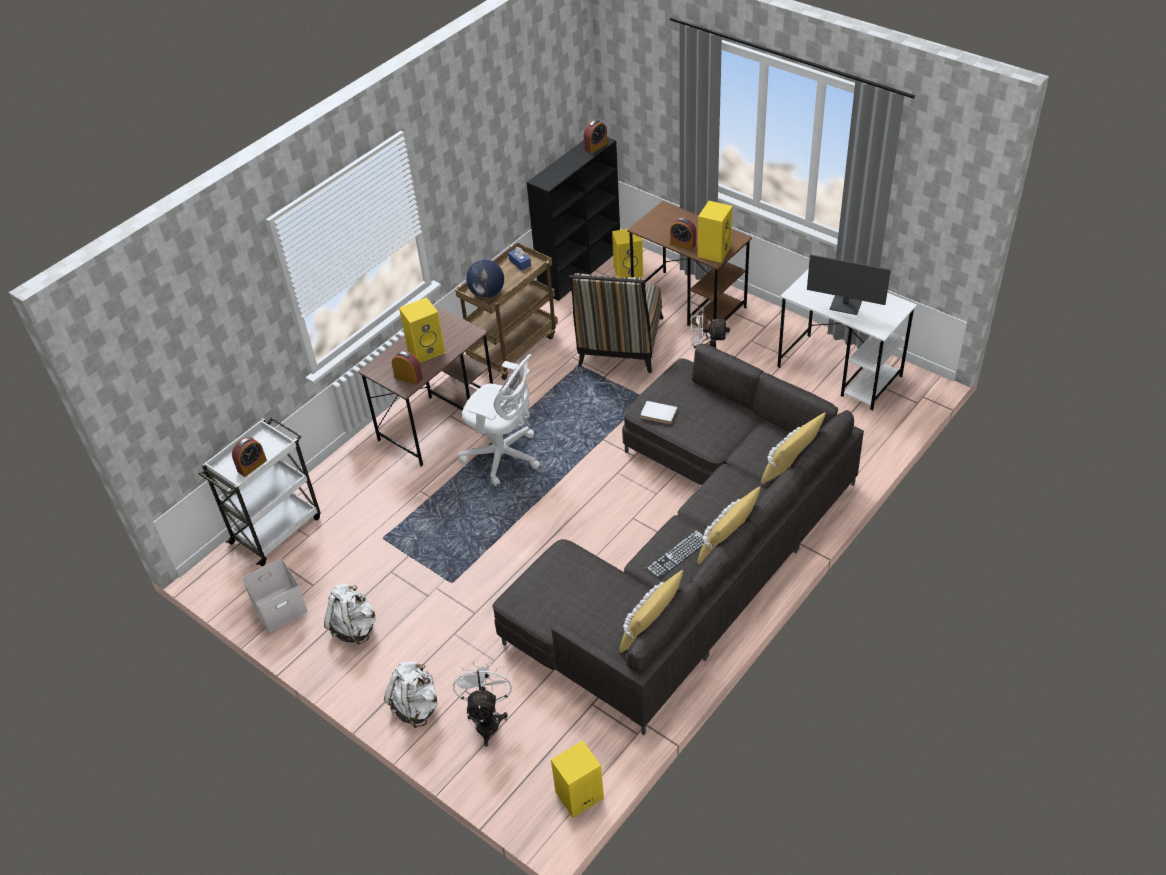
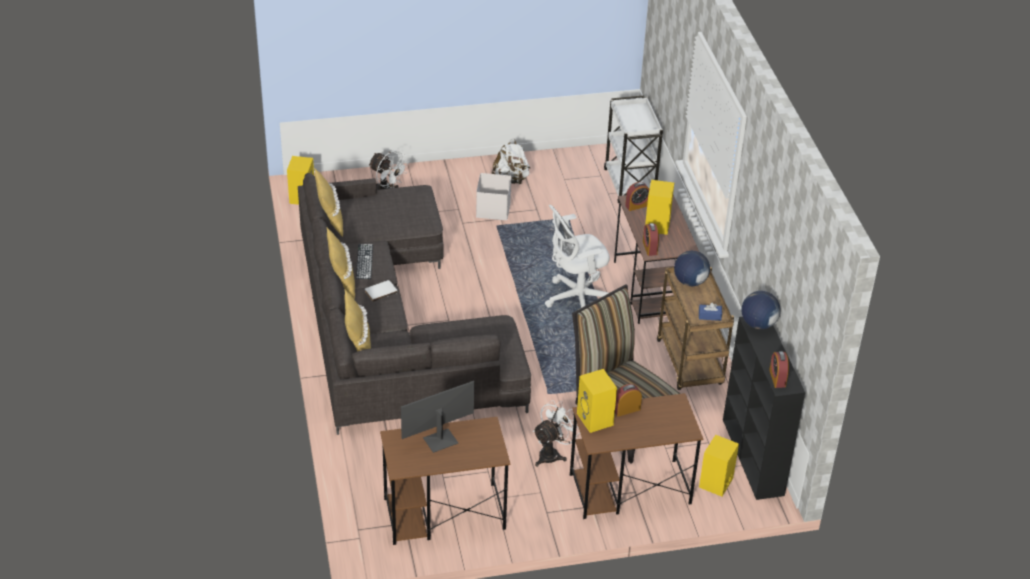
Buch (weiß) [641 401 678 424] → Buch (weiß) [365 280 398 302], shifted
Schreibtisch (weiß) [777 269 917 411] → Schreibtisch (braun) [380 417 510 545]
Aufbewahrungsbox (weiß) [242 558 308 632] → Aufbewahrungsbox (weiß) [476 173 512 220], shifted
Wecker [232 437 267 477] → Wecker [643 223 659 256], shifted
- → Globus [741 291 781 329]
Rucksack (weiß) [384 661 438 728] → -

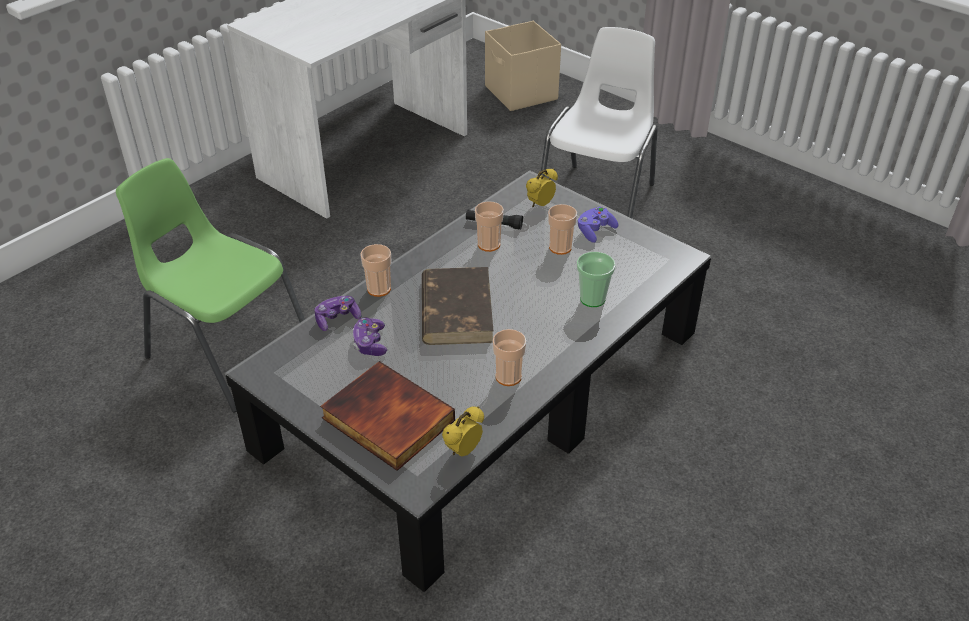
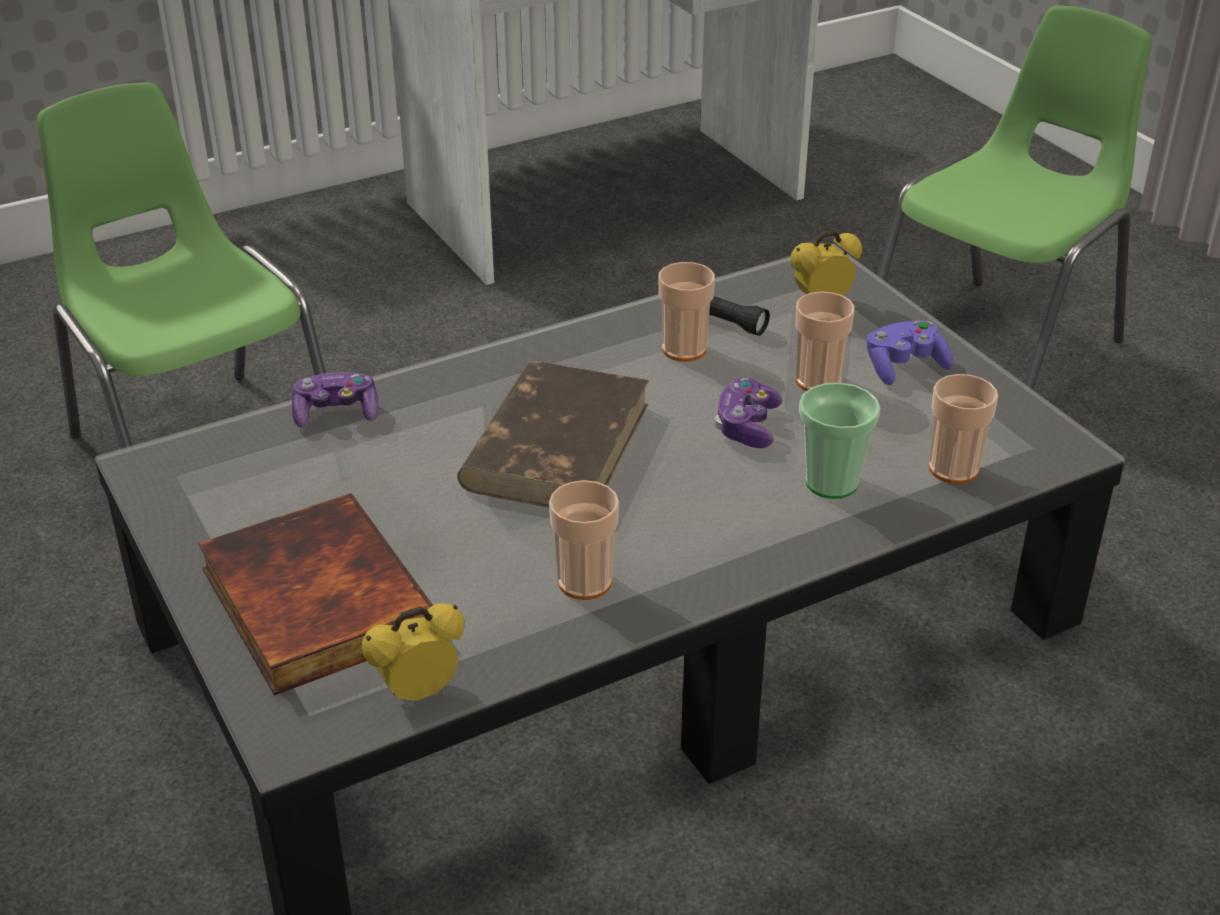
Gamepad [353 318 387 356] → Gamepad [715 378 783 448], shifted
Stuhl (weiß) [541 27 658 218] → Stuhl (grün) [877 5 1152 390]
Tasse [360 244 391 297] → Tasse [929 374 998 484], shifted
Aufbewahrungsbox (beige) [485 21 561 111] → -

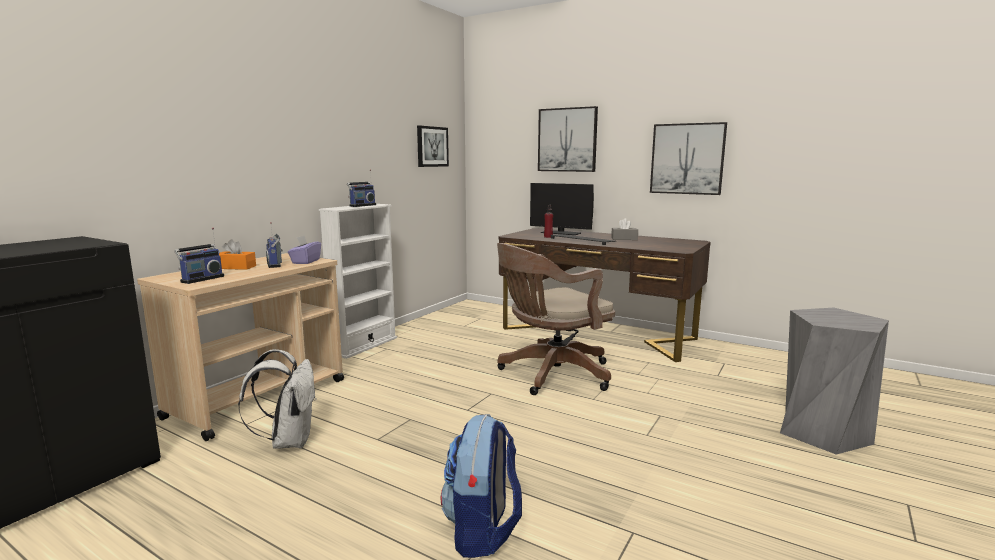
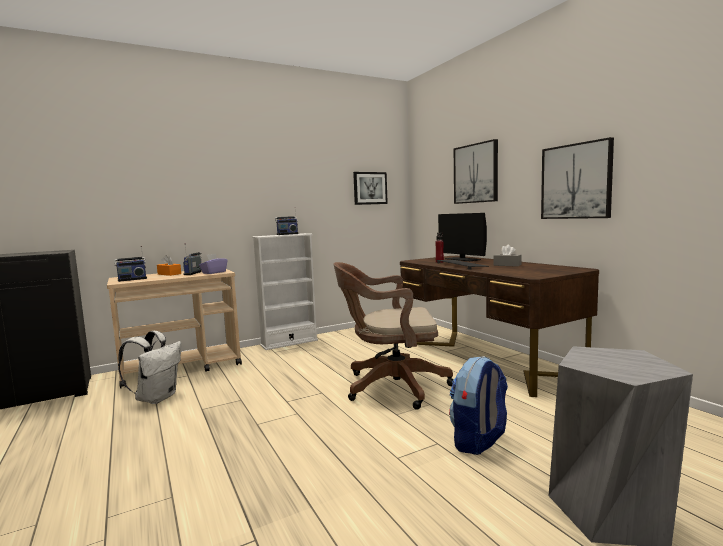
Rucksack [440 414 522 558] → Rucksack [449 356 508 455], shifted

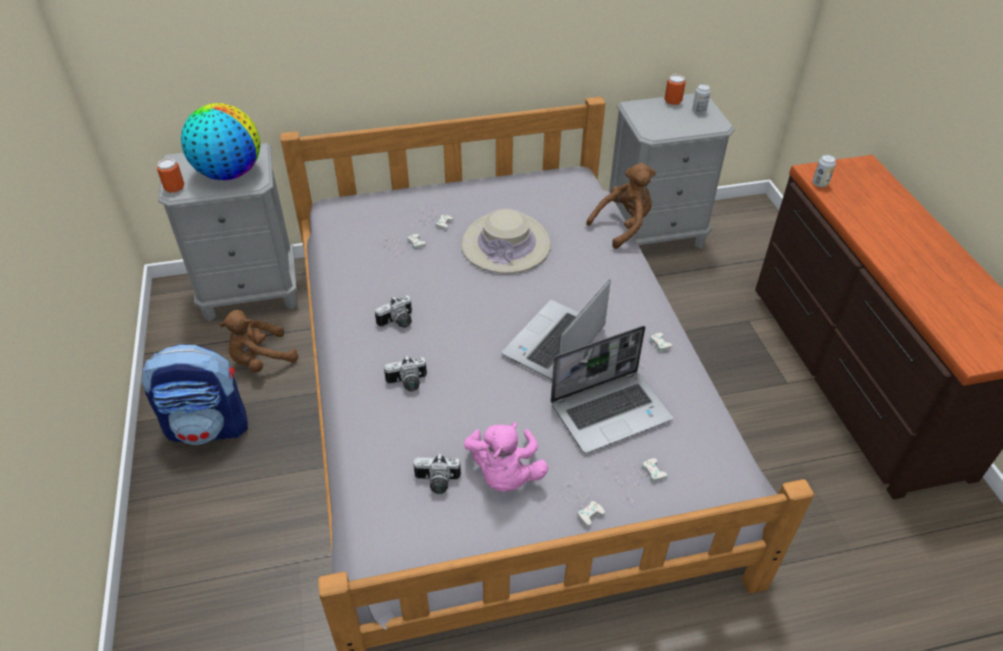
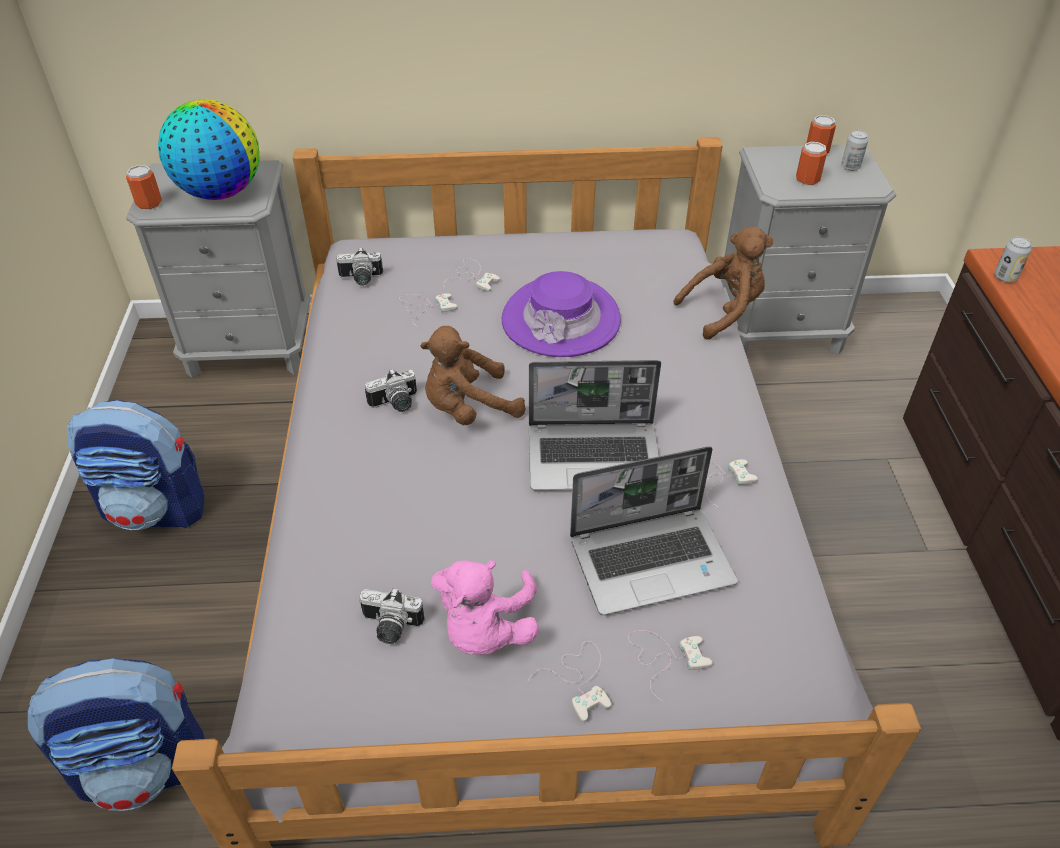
- → Rucksack [28 658 205 811]
Kamera [384 356 427 391] → Kamera [336 247 383 286], shifted
Plüschtier (braun) [220 310 298 373] → Plüschtier (braun) [420 326 526 425], shifted
Hut (beige) [461 209 551 274] → Hut (lila) [502 271 621 357]
Laptop [502 279 611 380] → Laptop [529 360 661 490], 135 degrees counterclockwise
- → Dose [796 142 827 186]

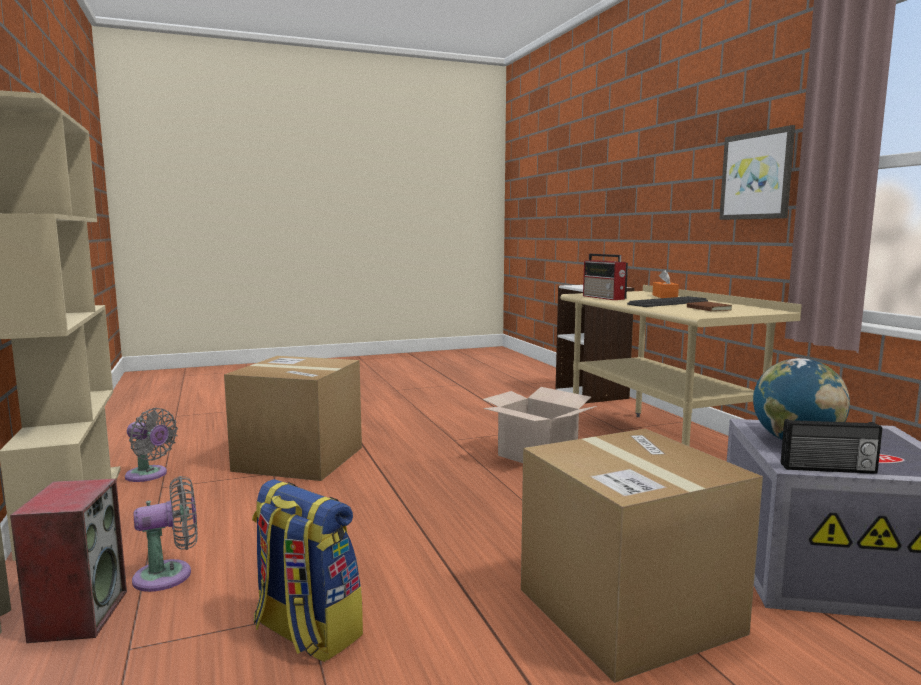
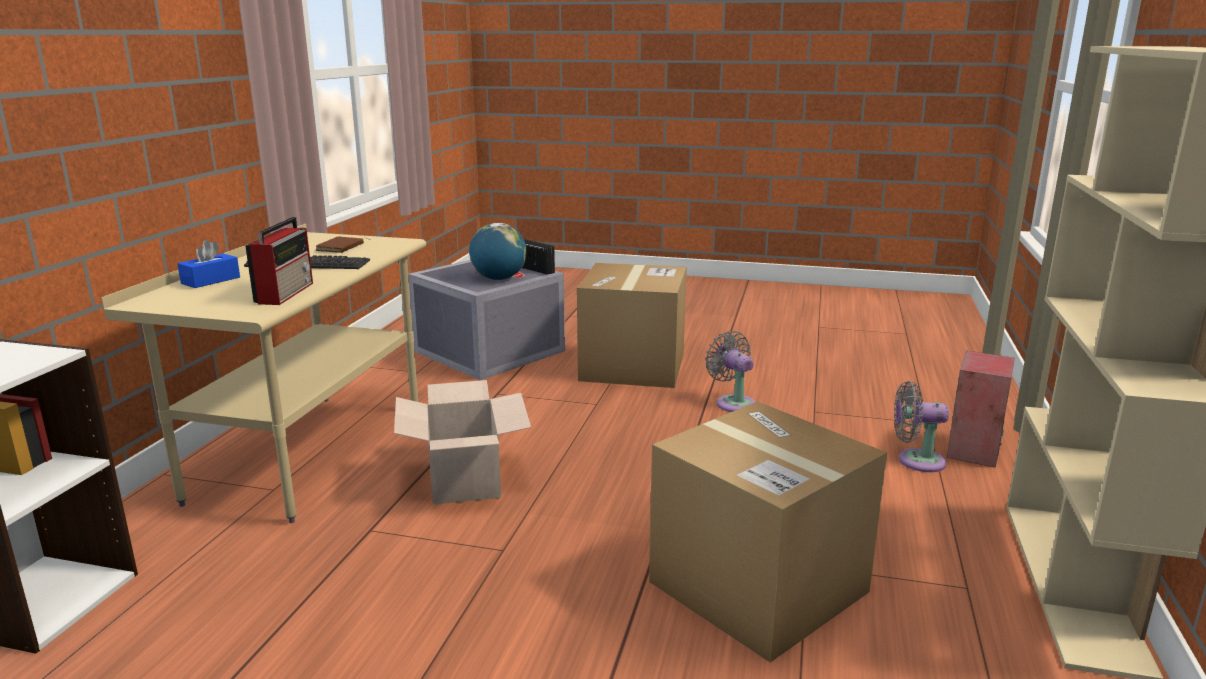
Taschentuchbox (orange) [653 270 679 298] → Taschentuchbox (blau) [177 240 240 288]
Ventilator (grau) [125 408 178 482] → Ventilator (grau) [705 331 755 412], shifted
Rucksack [252 479 363 662] → -
Bild [719 125 795 220] → -

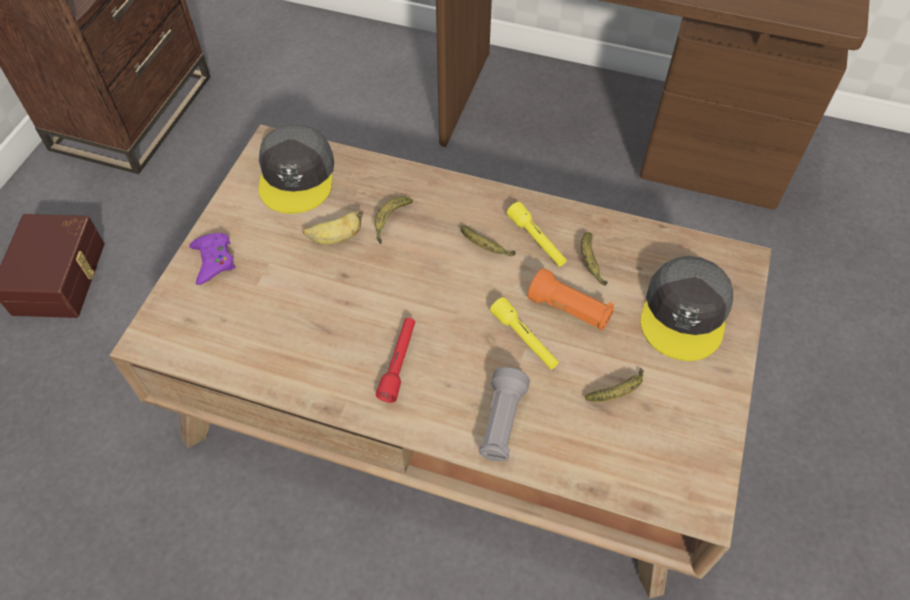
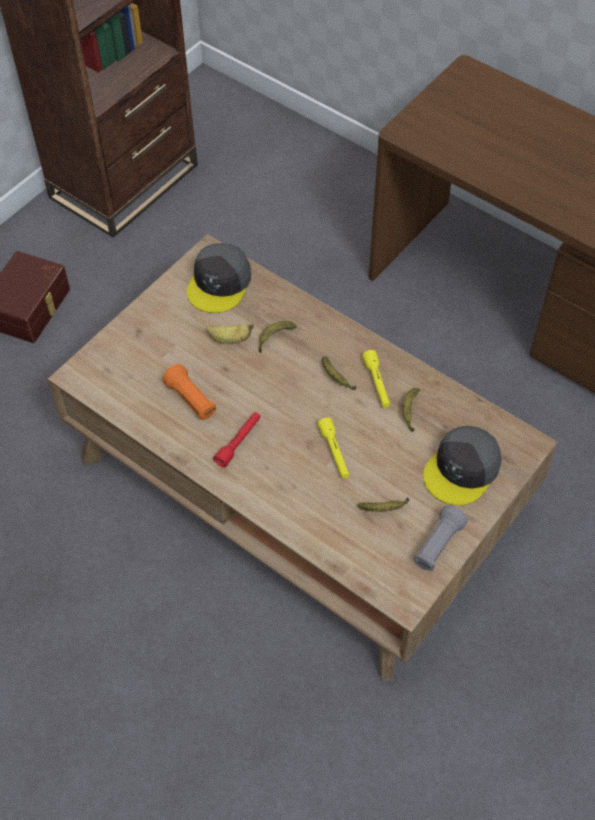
Taschenlampe (orange) [527 268 614 331] → Taschenlampe (orange) [163 364 216 420], shifted
Taschenlampe (grau) [479 367 530 461] → Taschenlampe (grau) [414 505 468 571], shifted
Gamepad (lila) [189 233 236 285] → -

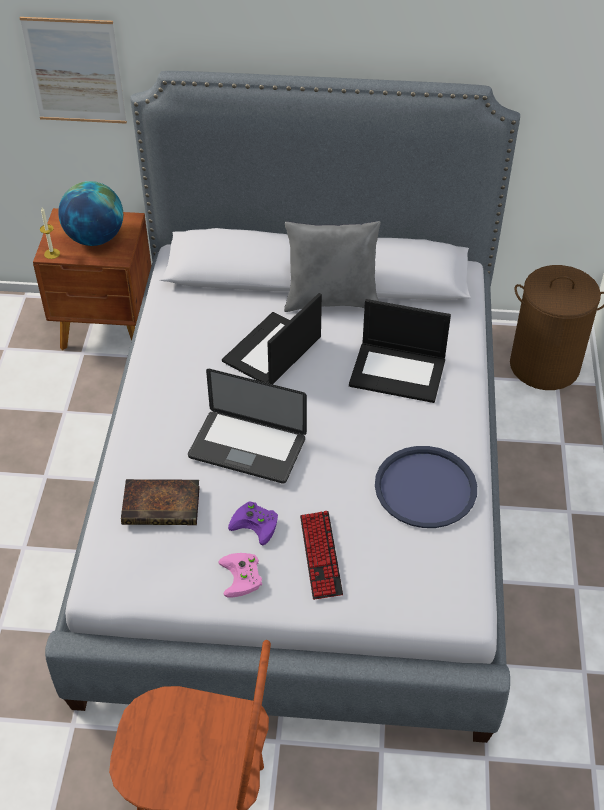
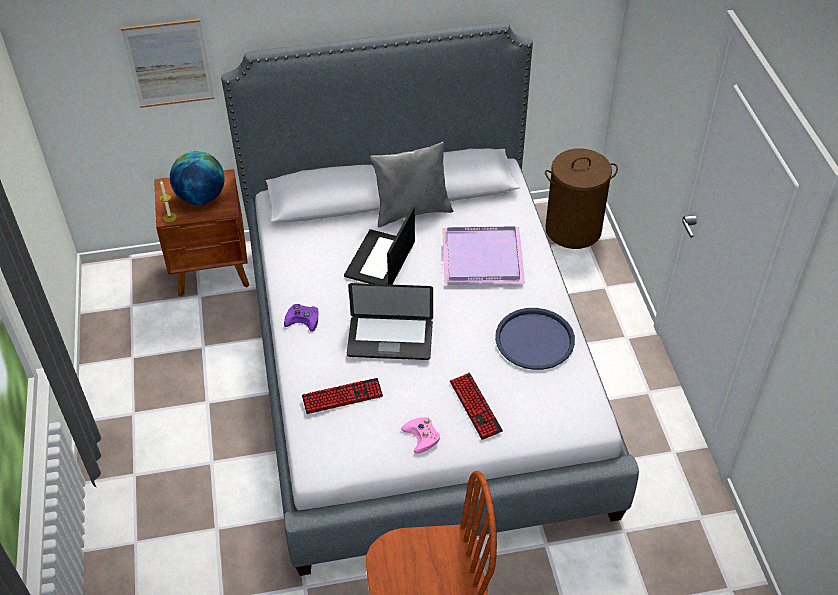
Gamepad (lila) [228 501 278 545] → Gamepad (lila) [284 304 319 332], shifted
Buch [121 479 200 525] → Tastatur [302 378 383 414]
Laptop [349 299 451 403] → Tablett (lila) [442 226 525 285]

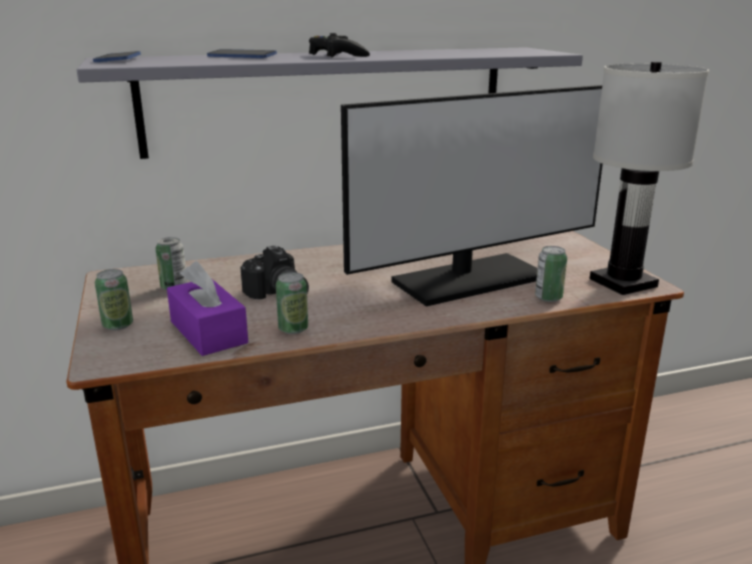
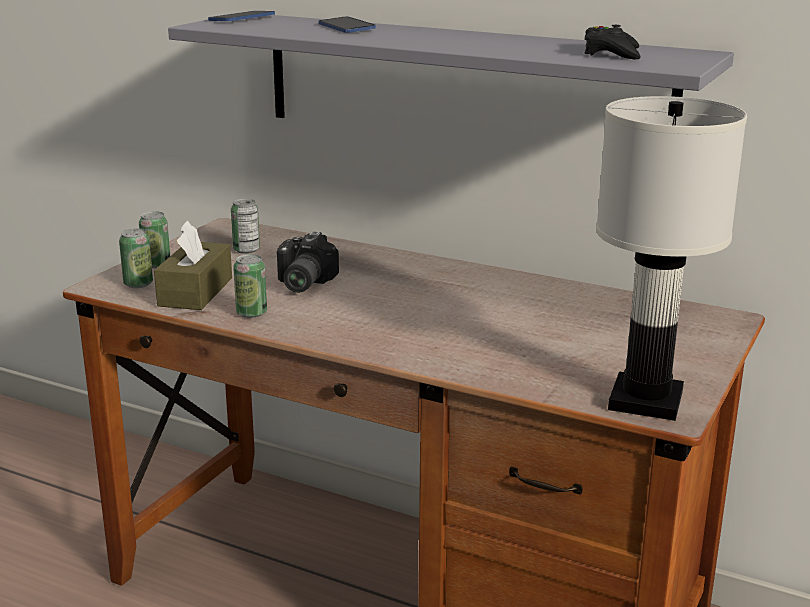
Dose [535 246 567 302] → Dose [119 229 153 288], shifted
Taschentuchbox (lila) [167 261 248 356] → Taschentuchbox (braun) [154 220 232 310]
Gamepad (schwarz) [309 33 370 57] → Gamepad (schwarz) [585 25 641 59], shifted
Monitor [341 85 603 307] → -

